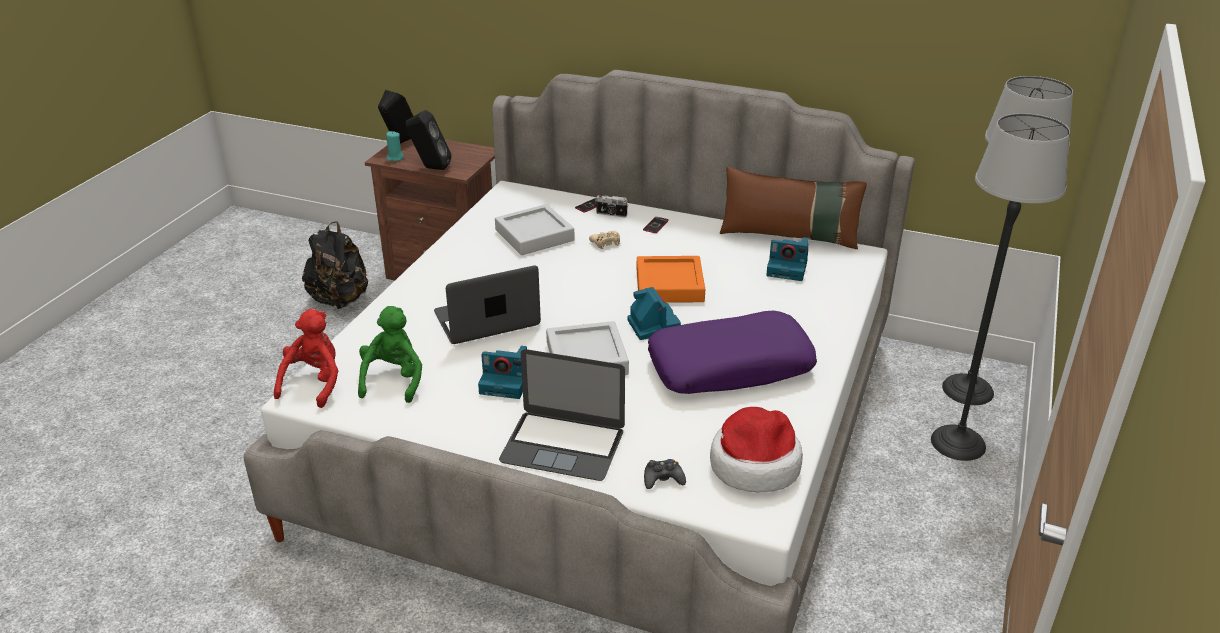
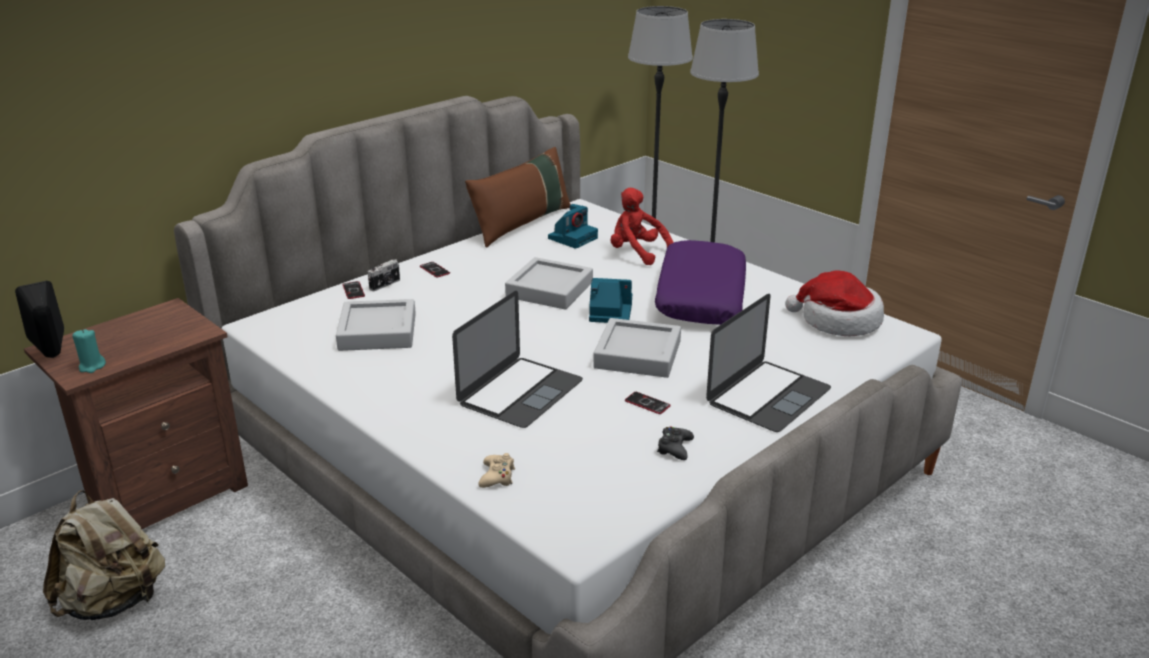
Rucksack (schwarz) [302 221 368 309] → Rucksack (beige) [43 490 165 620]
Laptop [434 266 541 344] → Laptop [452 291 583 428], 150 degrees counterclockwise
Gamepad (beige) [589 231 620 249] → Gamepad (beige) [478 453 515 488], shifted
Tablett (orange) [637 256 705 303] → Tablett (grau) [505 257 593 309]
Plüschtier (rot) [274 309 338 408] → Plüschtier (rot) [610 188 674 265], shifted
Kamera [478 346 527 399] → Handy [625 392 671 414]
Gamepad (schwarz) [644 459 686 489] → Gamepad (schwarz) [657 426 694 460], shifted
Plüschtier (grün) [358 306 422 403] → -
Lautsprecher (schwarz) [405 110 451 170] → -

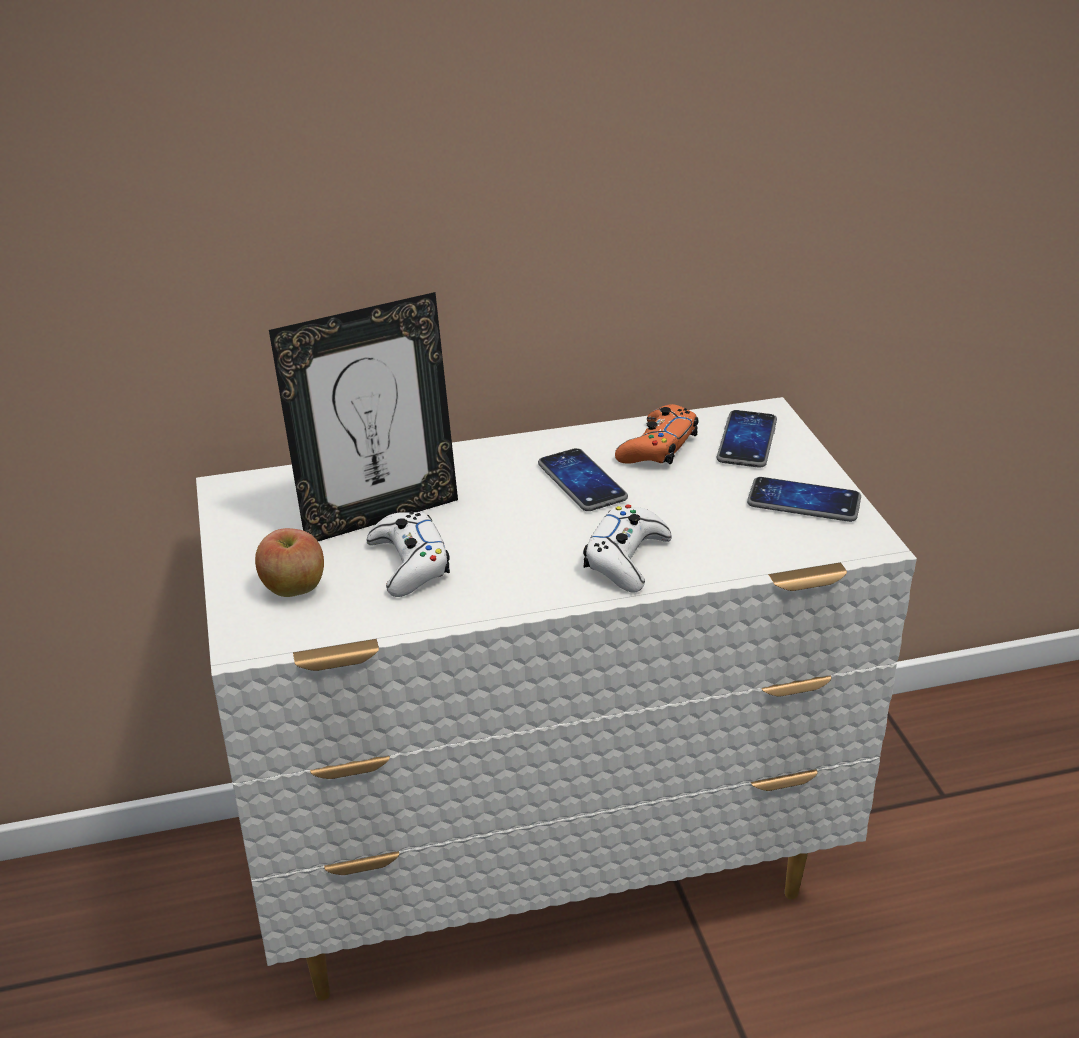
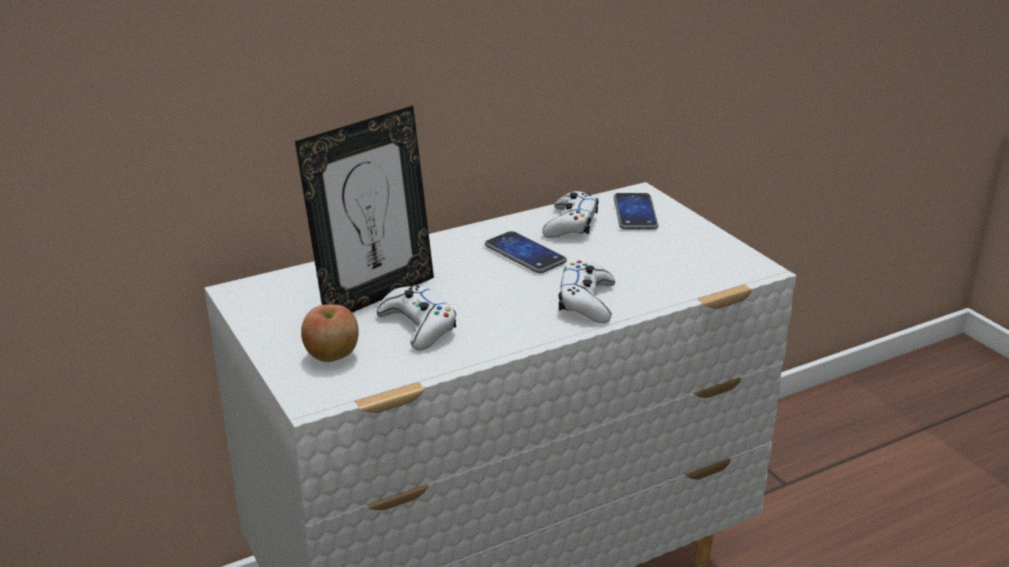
Gamepad (orange) [615 404 699 464] → Gamepad (weiß) [542 191 599 238]
Handy [747 477 861 522] → -

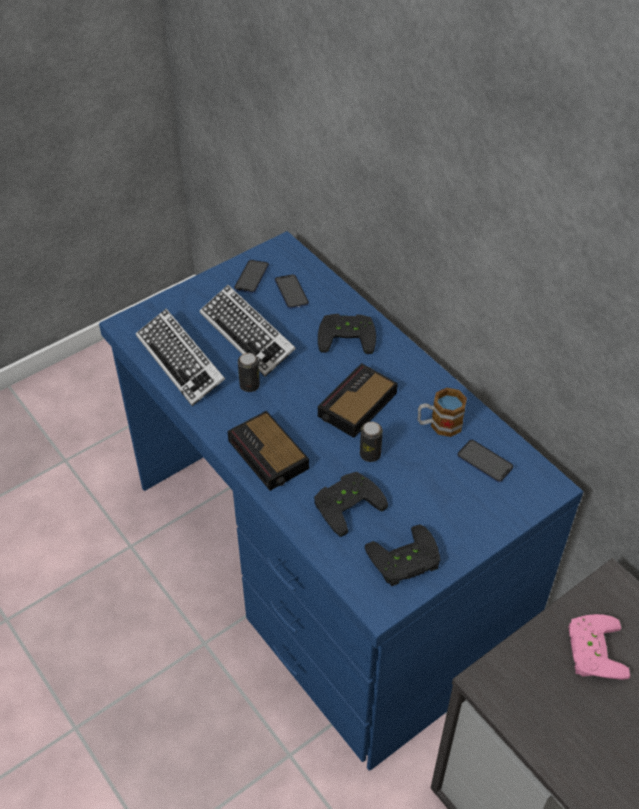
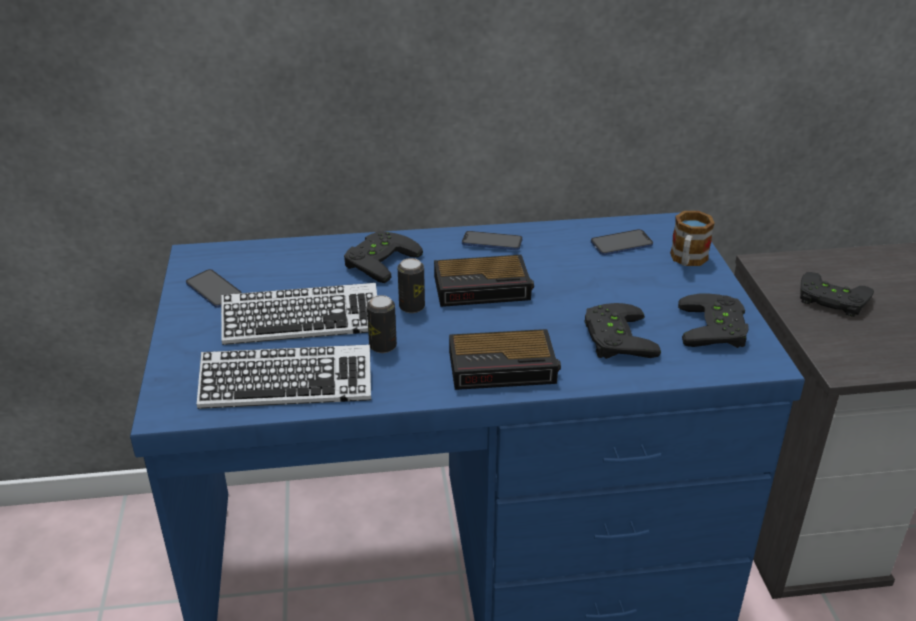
Dose [360 421 383 462] → Dose [398 258 425 313], shifted
Wecker [318 363 398 438] → Wecker [434 255 534 307], 75 degrees counterclockwise
Handy [275 274 309 309] → Handy [462 231 523 250], shifted
Henkelbecher [418 388 467 437] → Henkelbecher [670 211 715 266], shifted
Gamepad (rosa) [568 614 630 680] → Gamepad (schwarz) [800 272 874 317]

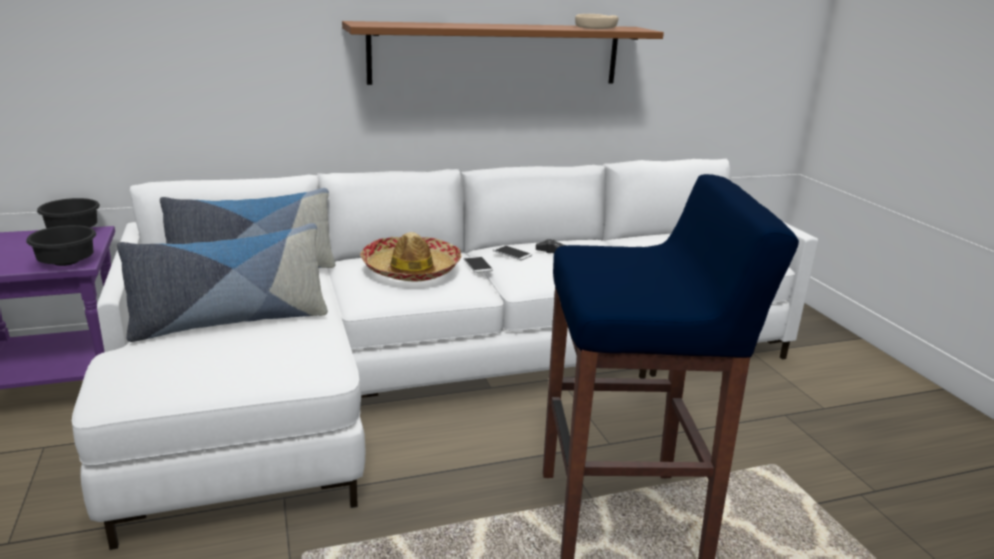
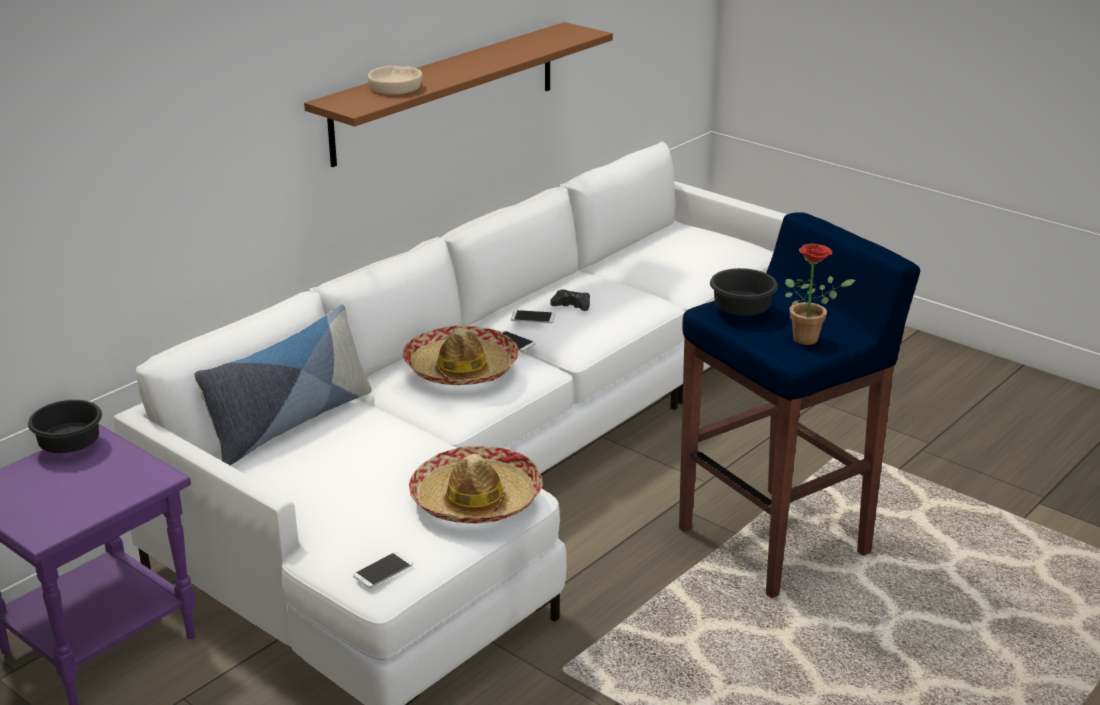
- → Handy [353 552 413 588]
Schüssel (beige) [575 14 618 29] → Schüssel (beige) [368 66 422 95], shifted
- → Hut [409 446 543 523]
Schüssel (schwarz) [26 225 96 266] → Schüssel (schwarz) [710 268 778 316], shifted
- → Topfpflanze [785 243 855 345]
Kissen [117 223 328 342] → -

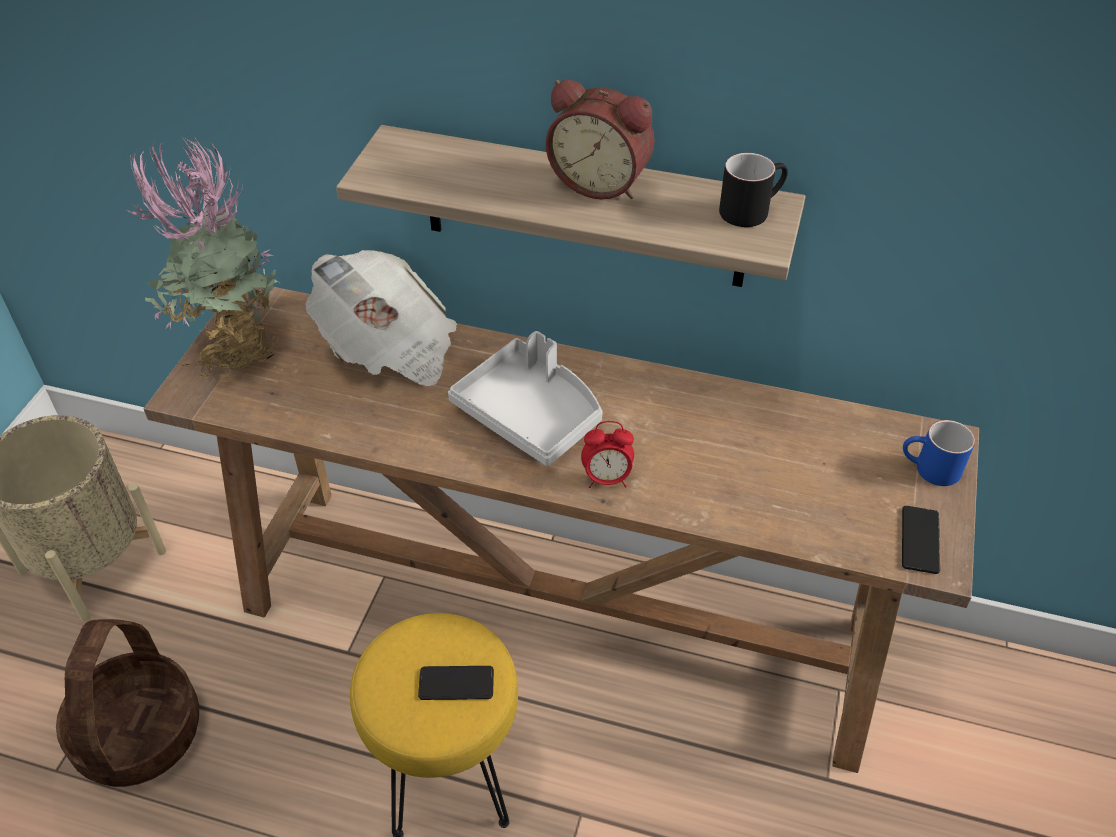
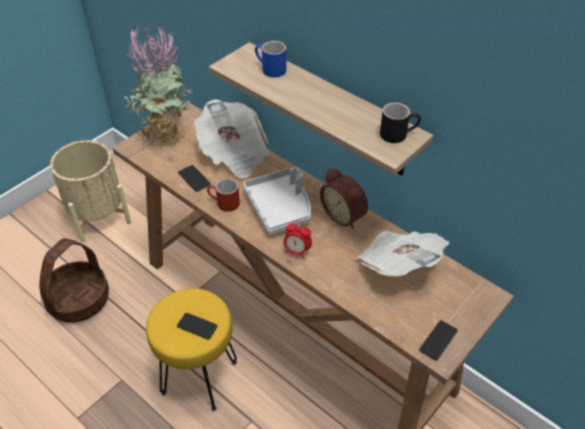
- → Handy [178 165 211 192]
- → Henkelbecher (rot) [207 178 240 212]
Henkelbecher (blau) [903 420 975 486] → Henkelbecher (blau) [255 41 286 77], shifted
Wecker [546 80 655 199] → Wecker [320 168 368 229], shifted
- → Zeitung [356 231 450 276]

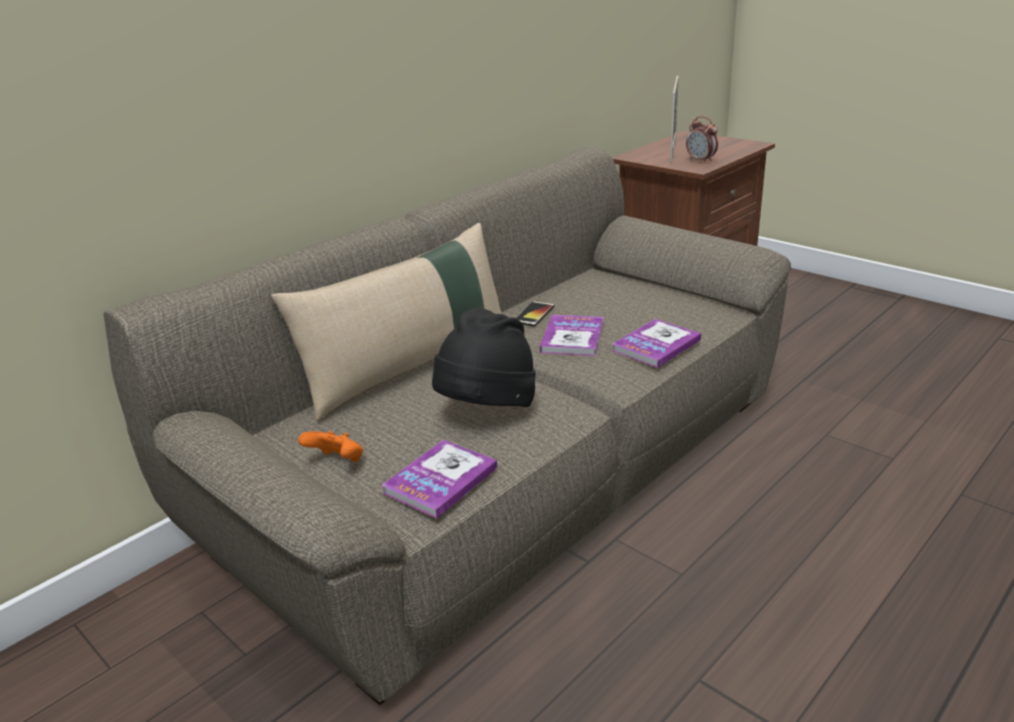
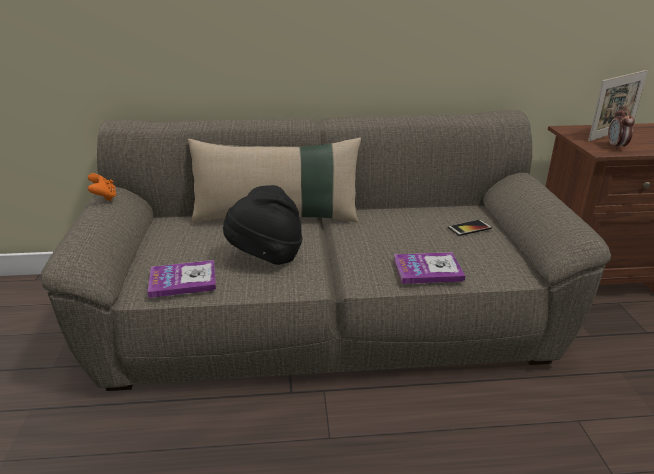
Gamepad (orange) [298 431 363 462] → Gamepad (orange) [88 173 116 201], shifted
Handy [516 301 555 327] → Handy [448 220 492 236], shifted
Buch [540 315 604 356] → -

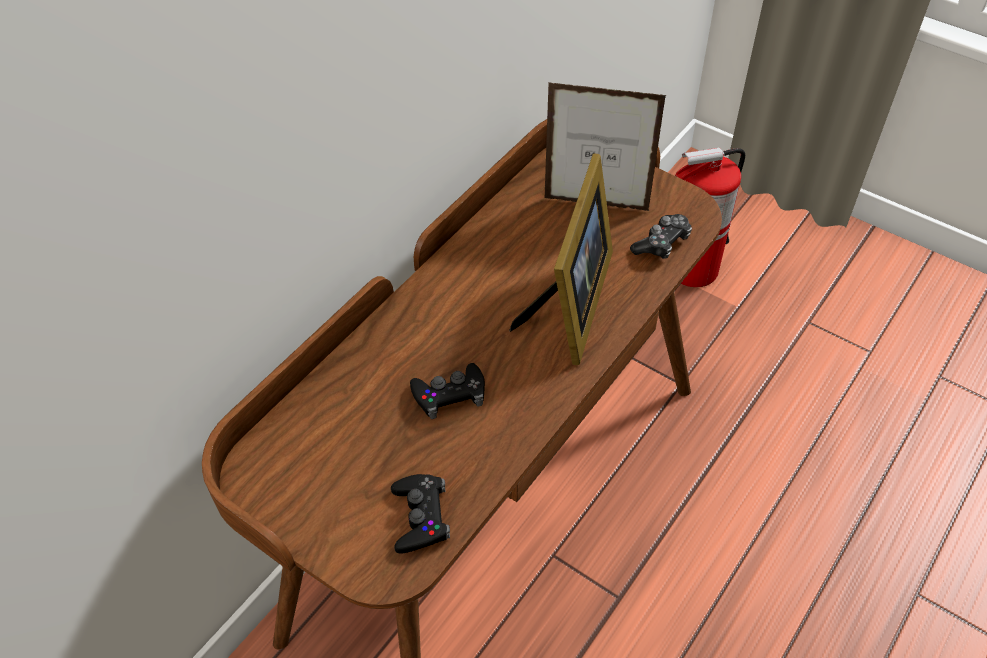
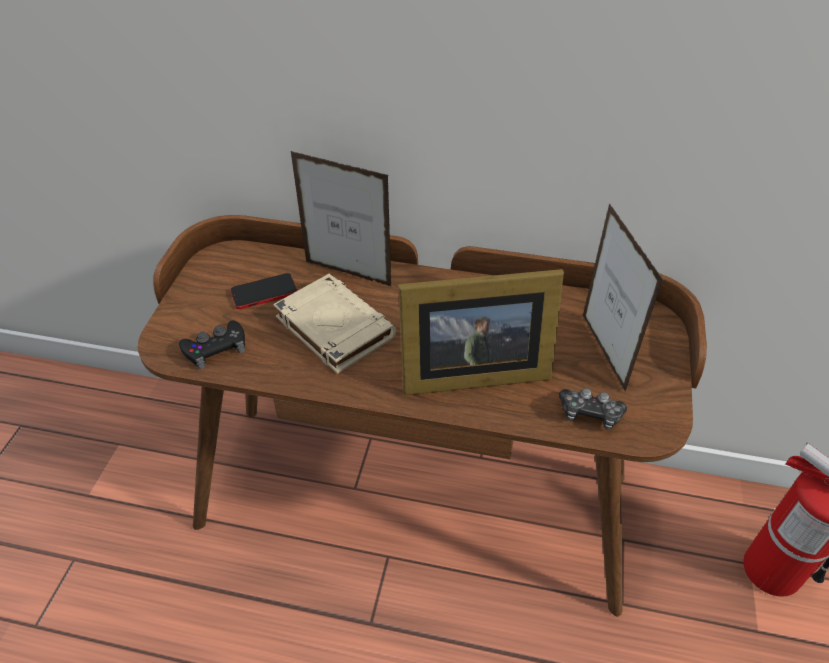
- → Handy [230 273 297 309]
Gamepad (schwarz) [410 363 485 419] → Buch (beige) [274 274 396 374]
- → Bilderrahmen [291 151 392 287]

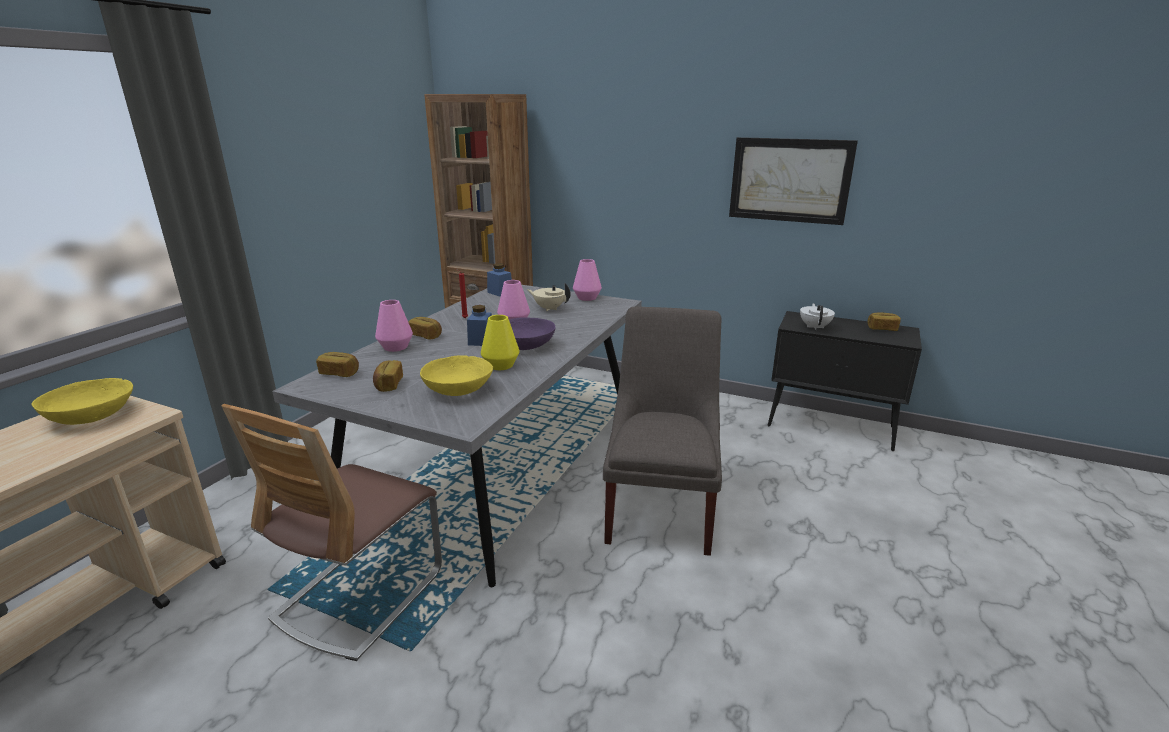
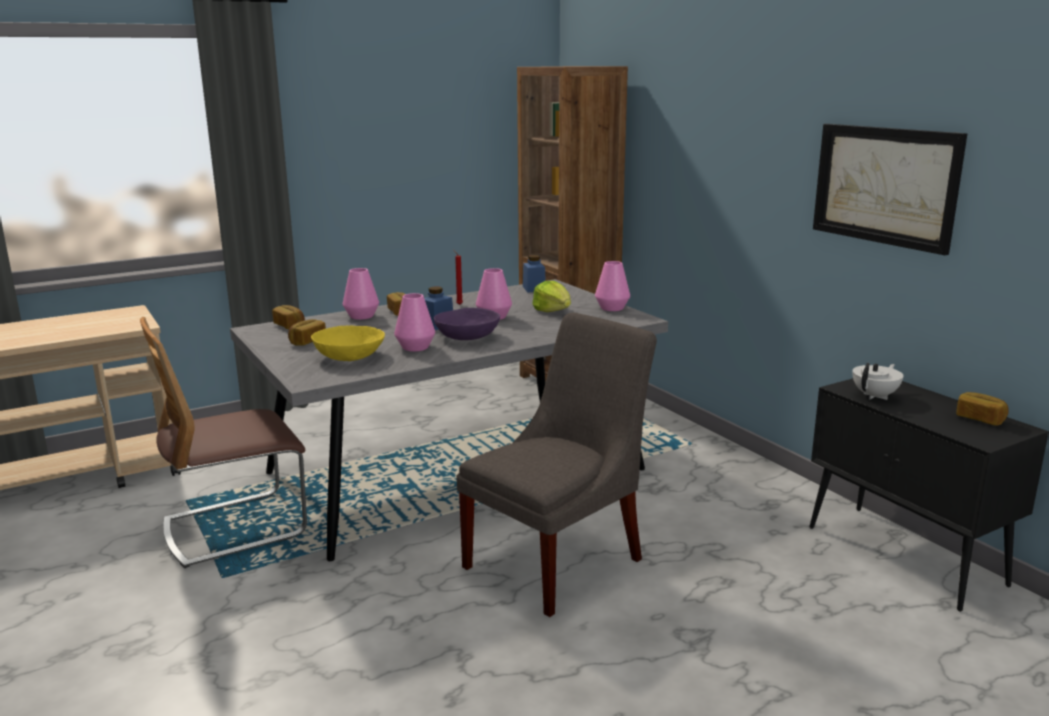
Vase (gelb) [481 315 520 370] → Vase (rosa) [394 293 435 352]
Teekanne (beige) [527 283 570 311] → Salatkopf [532 281 571 312]
Schüssel (gelb) [32 378 133 425] → -

